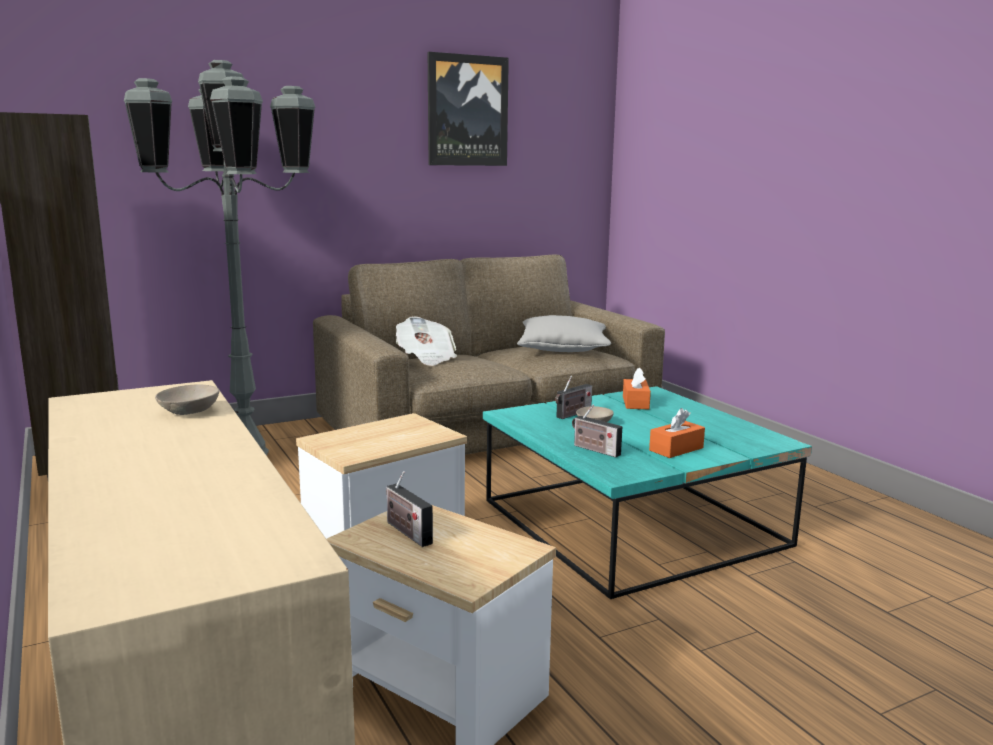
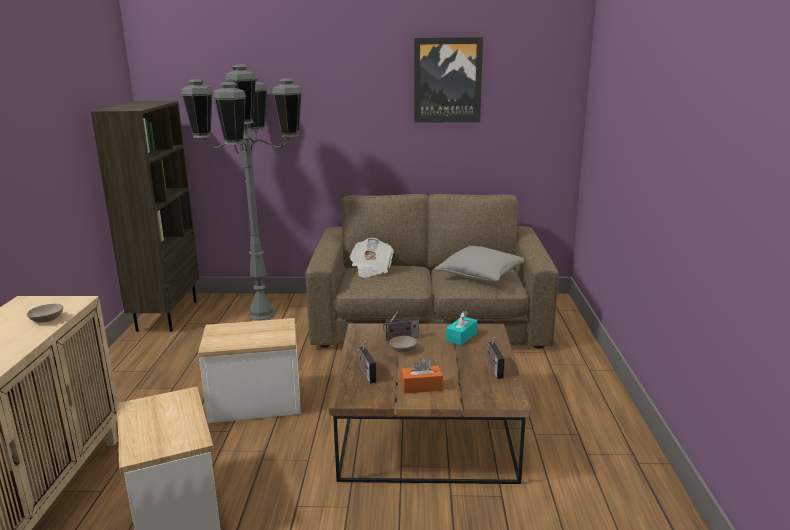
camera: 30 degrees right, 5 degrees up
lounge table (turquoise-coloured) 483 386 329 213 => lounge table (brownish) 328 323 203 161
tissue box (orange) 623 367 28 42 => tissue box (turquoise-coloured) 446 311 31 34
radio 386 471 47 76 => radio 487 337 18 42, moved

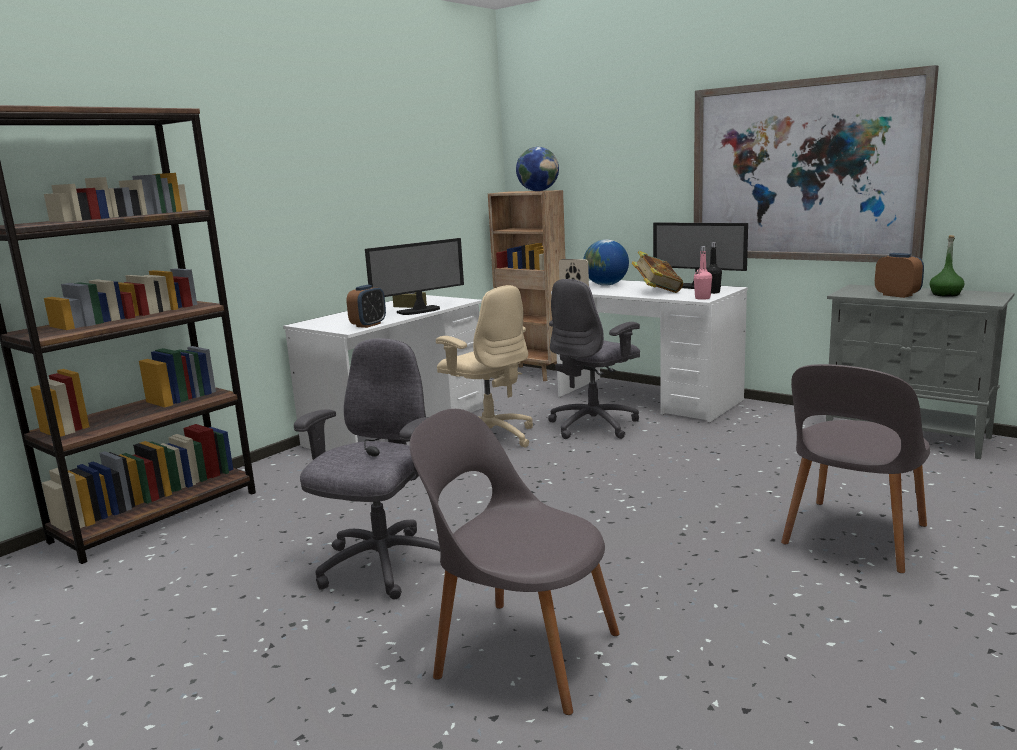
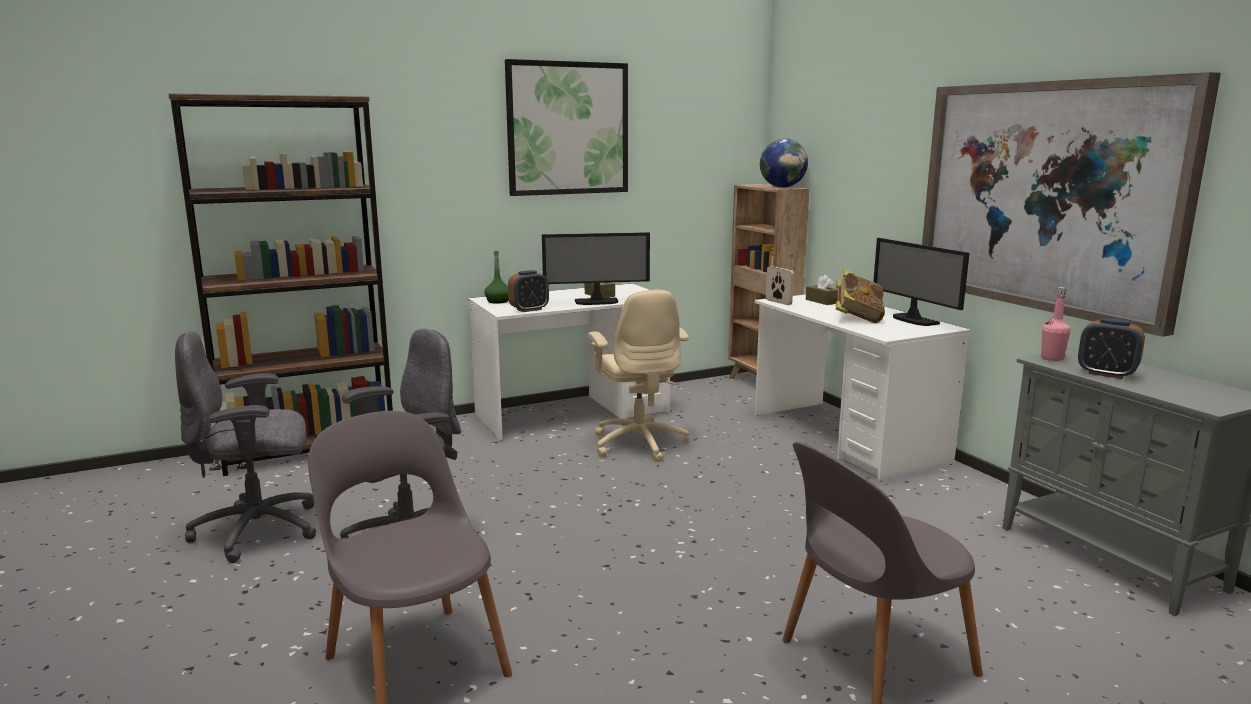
camera: 25 degrees right, 0 degrees up
computer chair (grey) 548 279 92 160 => computer chair (grey) 175 331 141 232, moved
bottle (green-coloured) 930 235 34 62 => bottle (green-coloured) 484 250 25 54, moved
nothing => wall picture 505 59 123 137
world globe 583 239 46 47 => tissue box (brownish) 806 275 32 30
bottle (pinkish) 694 246 18 54 => bottle (pinkish) 1041 287 30 74, moved
alarm clock 875 253 49 45 => alarm clock 1078 318 67 61, 135 degrees clockwise
bottle (blackish) 706 242 16 52 => nothing

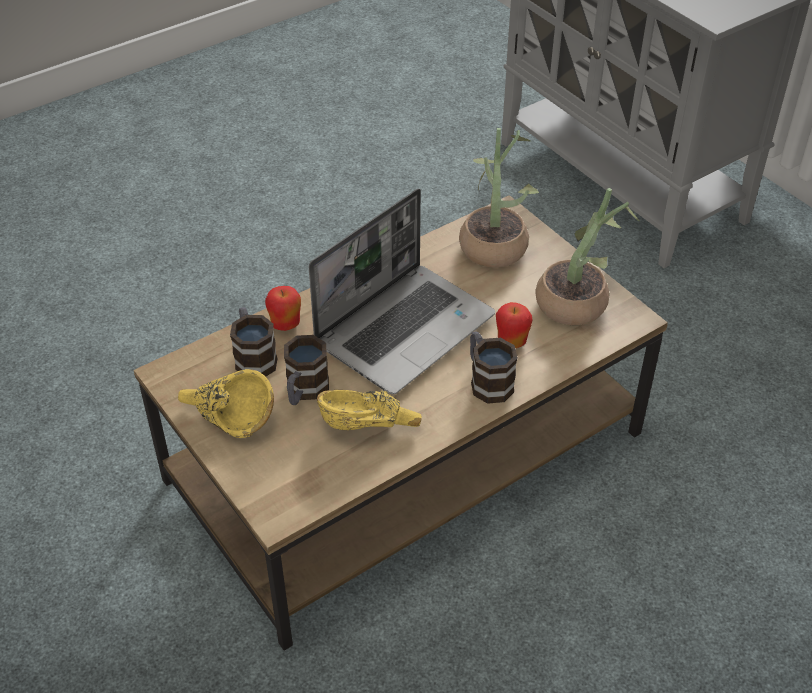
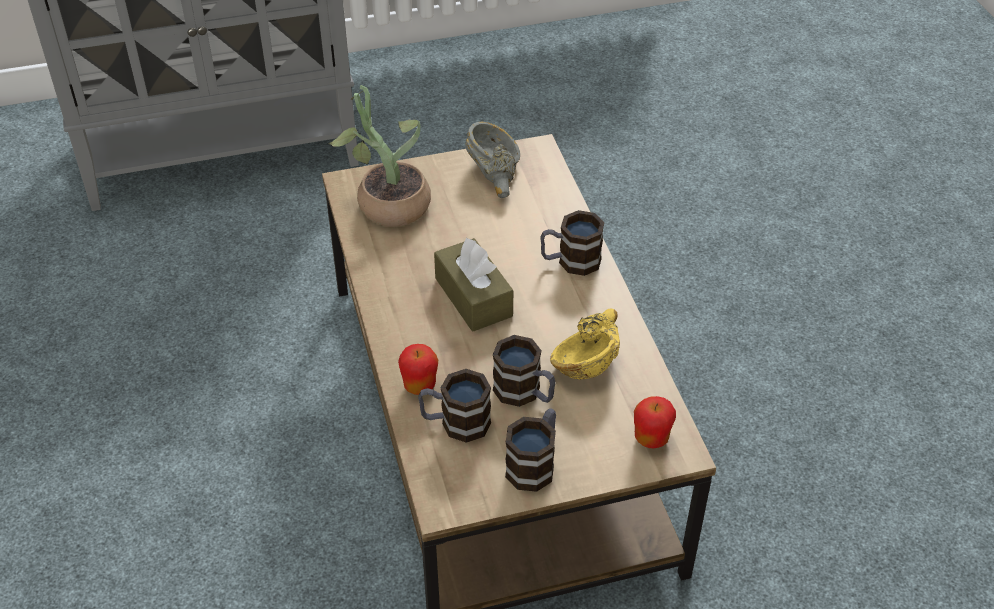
camera: 70 degrees left, 0 degrees up
laptop 309 188 186 206 => tissue box (brownish) 434 238 79 94
plant in a pot 535 188 104 137 => deep dish (grey) 466 122 54 76
deep dish (yellowish) 178 369 96 69 => mug 505 408 51 84
whole apple 496 302 37 46 => whole apple 634 396 42 52, moved

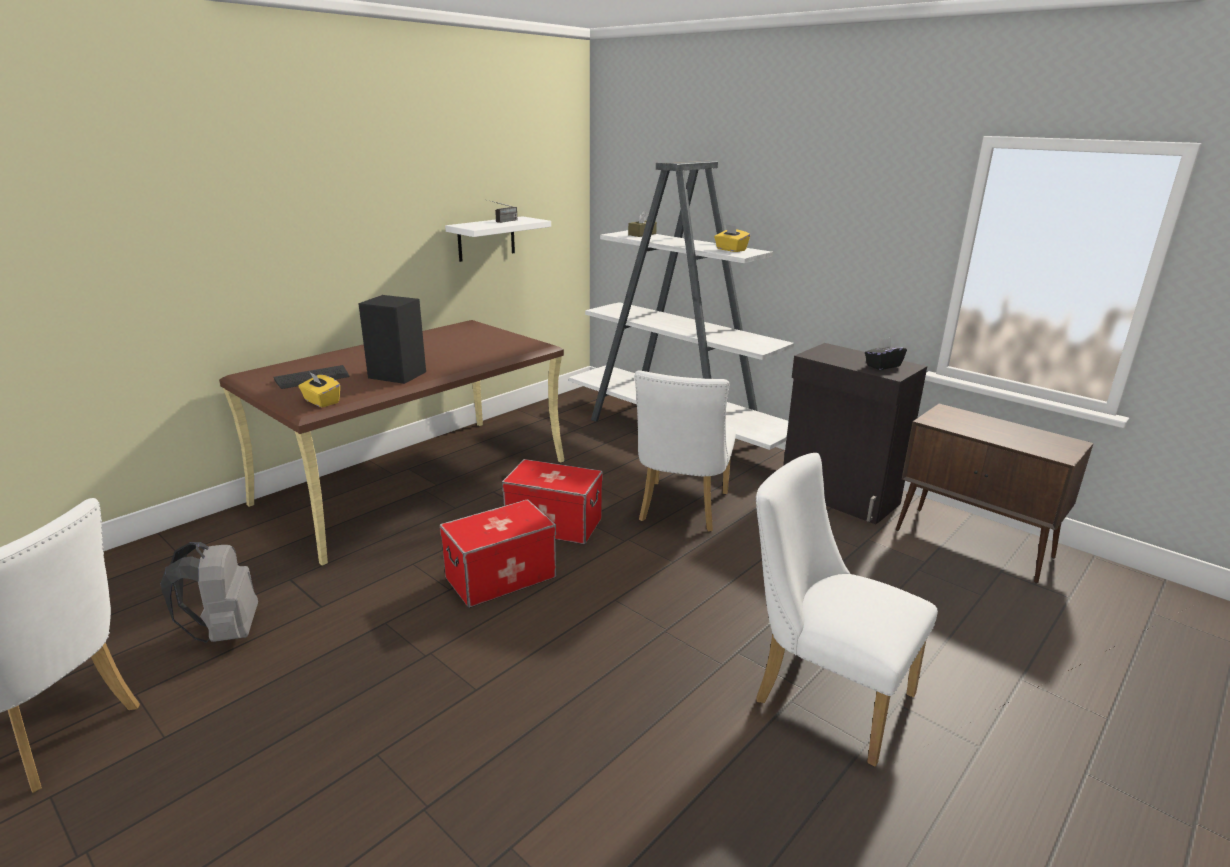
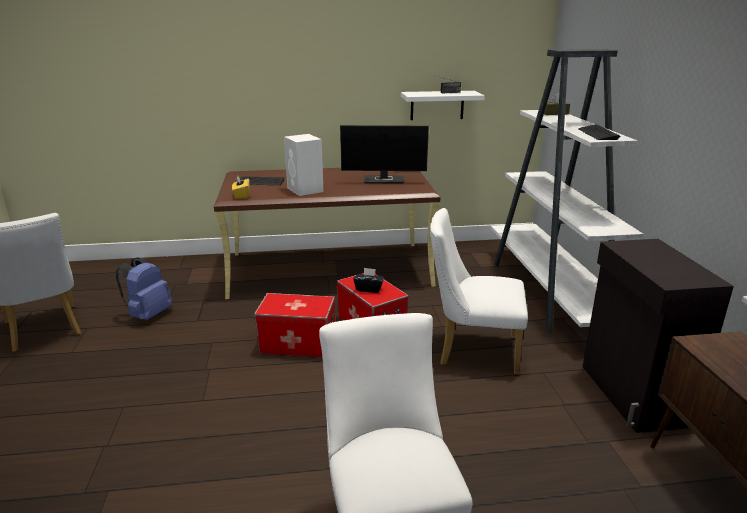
camera: 40 degrees right, 0 degrees up
backpack (grey) 161 542 97 101 => backpack (blue) 116 257 56 64
loudspeaker (blackish) 358 295 68 89 => loudspeaker (white) 284 134 40 62
nothing => monitor 340 125 89 59
tissue box (blackish) 865 338 42 32 => tissue box (blackish) 353 268 31 25, moved
upright chair (white) 635 370 101 162 => upright chair (white) 430 208 98 167, 45 degrees clockwise
tissue box (yellowish) 714 224 36 28 => PC keyboard 578 124 42 16

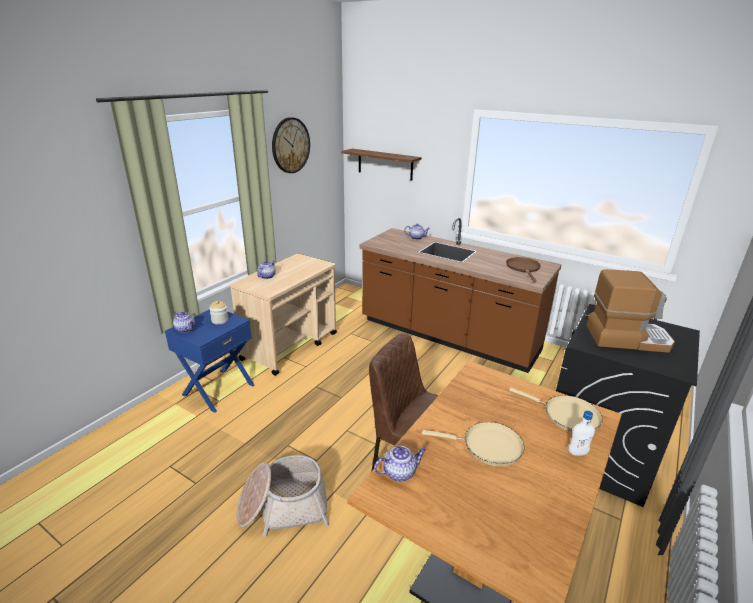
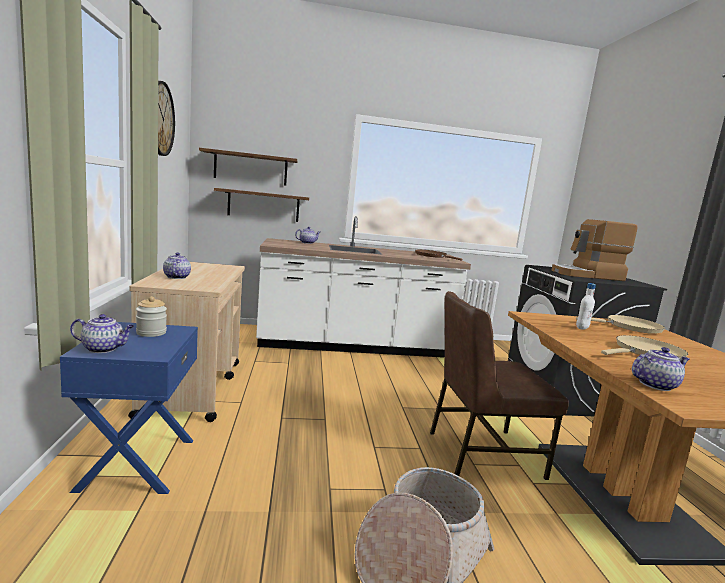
camera: 40 degrees left, 15 degrees down
nothing => wall shelf 214 188 95 34
counter (brownish) 360 218 202 155 => counter (white) 256 216 215 142
coffee maker 587 269 88 84 => coffee maker 551 219 86 62, 150 degrees counterclockwise
bottle (white) 568 411 27 45 => bottle (white) 576 283 20 47, moved
pot for tea 374 446 52 36 => pot for tea 632 347 58 44, 45 degrees clockwise

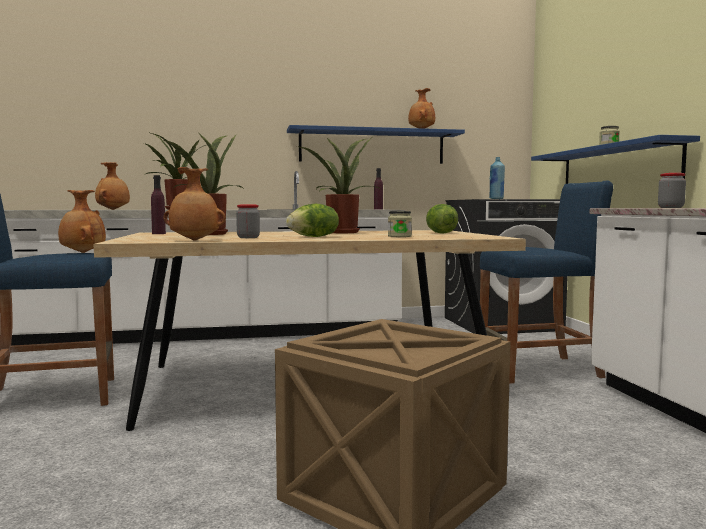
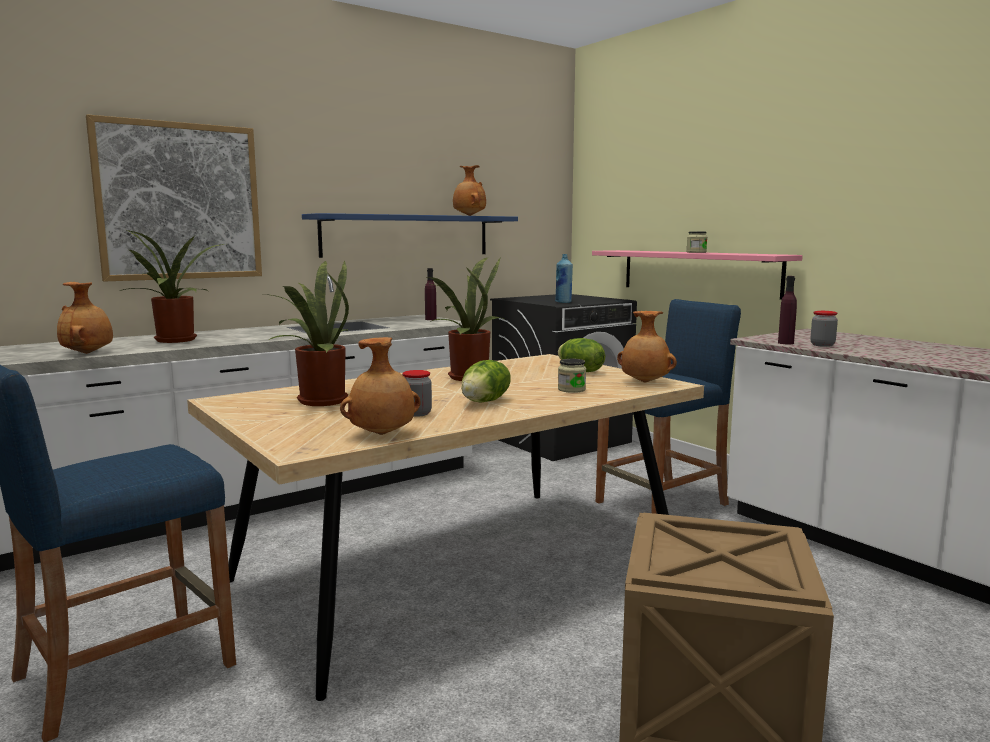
camera: 25 degrees left, 5 degrees up
nothing => wall picture 86 114 176 168
wall shelf (blue) 531 135 169 49 => wall shelf (pinkish) 592 250 211 50
decorative vase (brownish) 58 190 48 63 => decorative vase (brownish) 617 311 60 71, moved
bottle (purple) 151 175 15 59 => bottle (purple) 778 276 19 68, moved

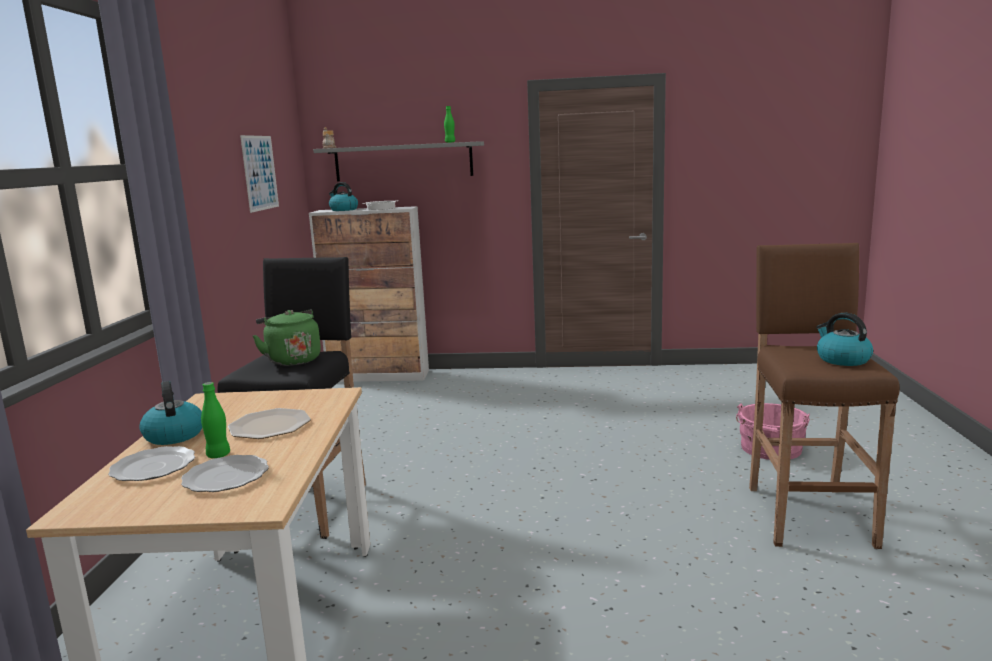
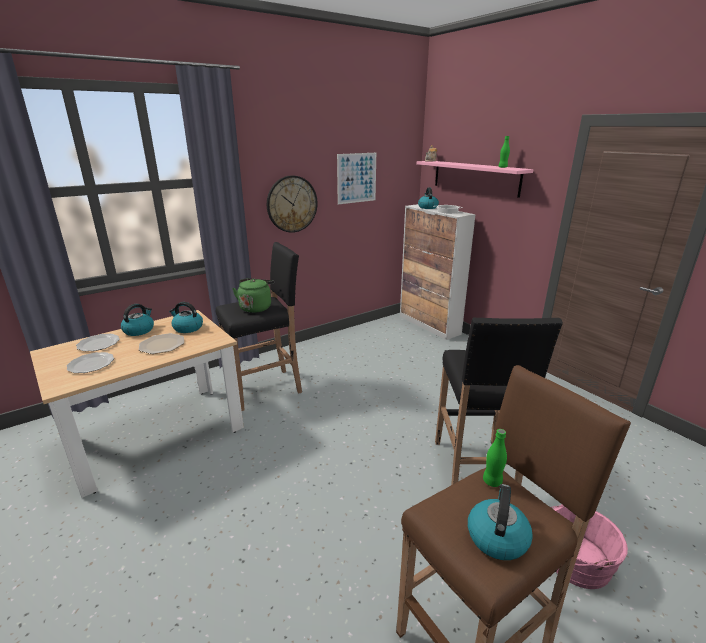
camera: 50 degrees right, 10 degrees up
nothing => tea kettle 169 302 34 31
nothing => clock on the wall 267 175 51 58
wall shelf (grey) 313 141 171 40 => wall shelf (pinkish) 416 161 117 37
nothing => stool (blackish) 435 317 128 168
bottle (green-coloured) 201 382 29 76 => bottle (green-coloured) 483 429 24 58, moved

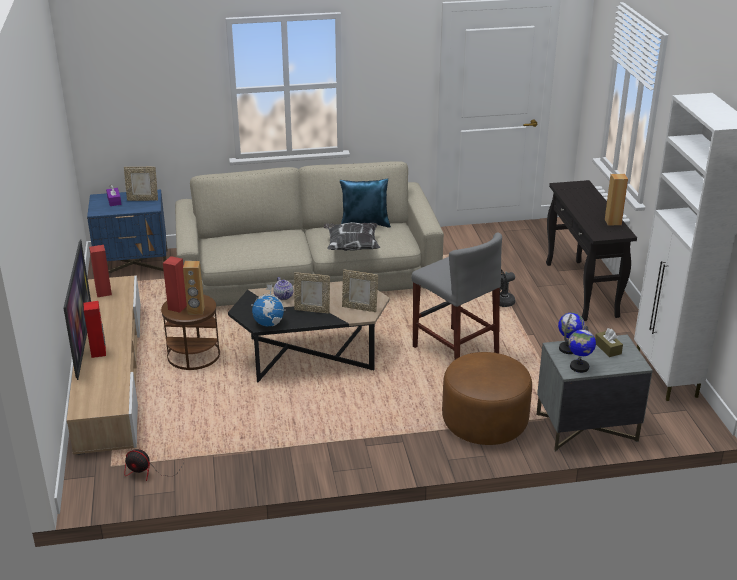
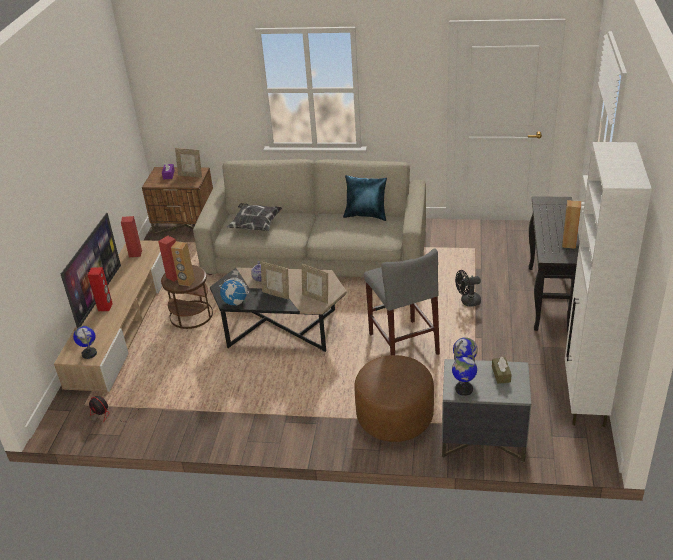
camera: 20 degrees right, 5 degrees up
nothing => world globe 73 326 24 33
nightstand (blue) 87 190 81 83 => nightstand (brownish) 142 167 71 69
pillow 324 222 56 29 => pillow 227 203 55 28, moved

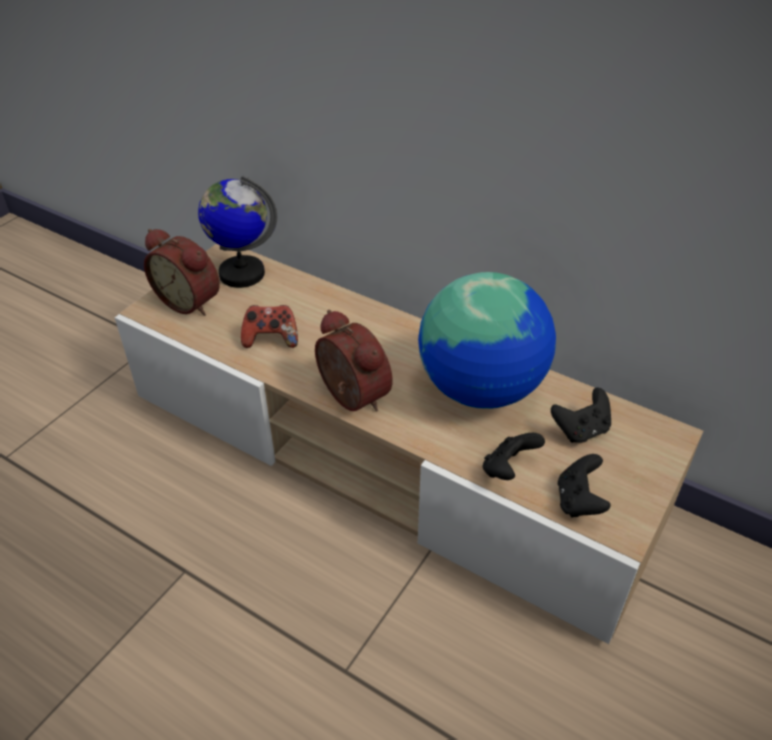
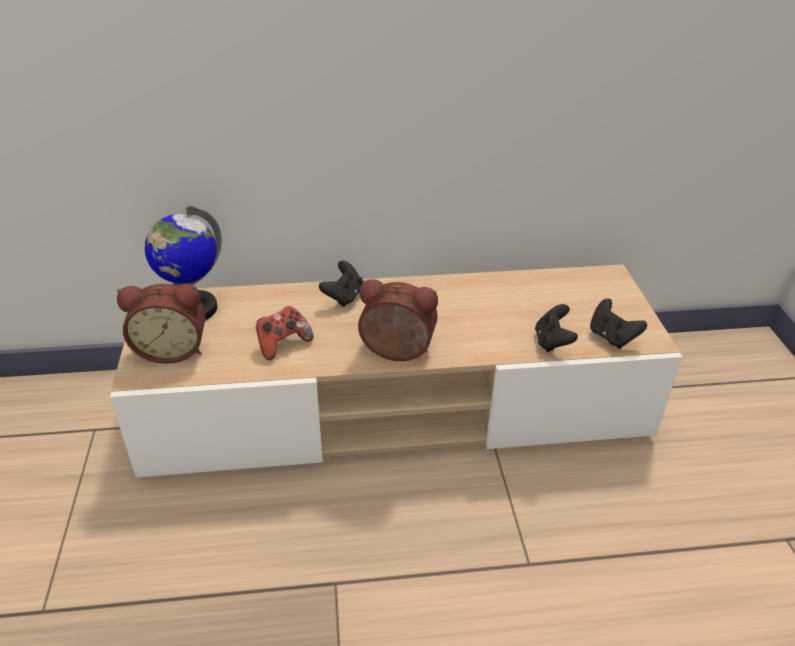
camera: 40 degrees left, 5 degrees down
joypad (blackish) 551 388 60 55 => joypad (blackish) 319 261 44 46, moved
world globe 418 272 138 137 => nothing

